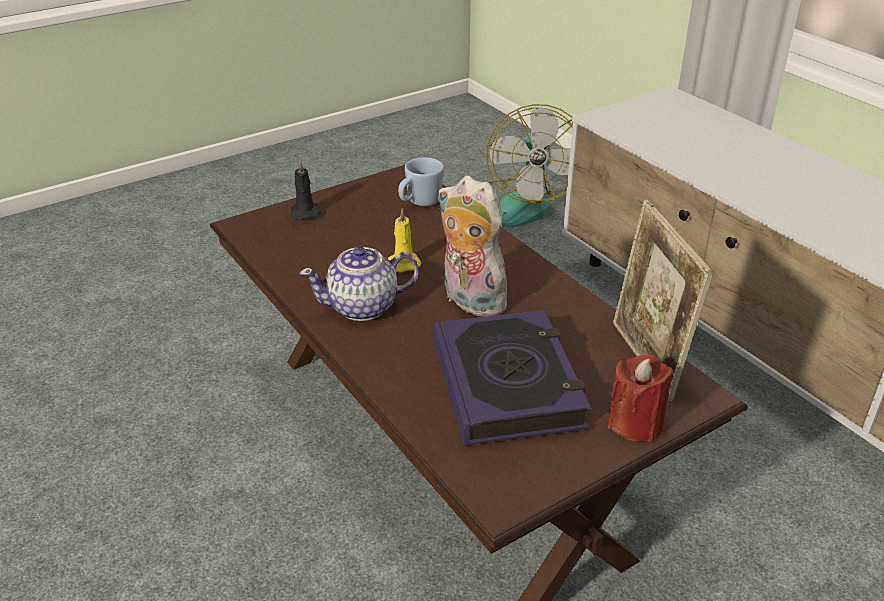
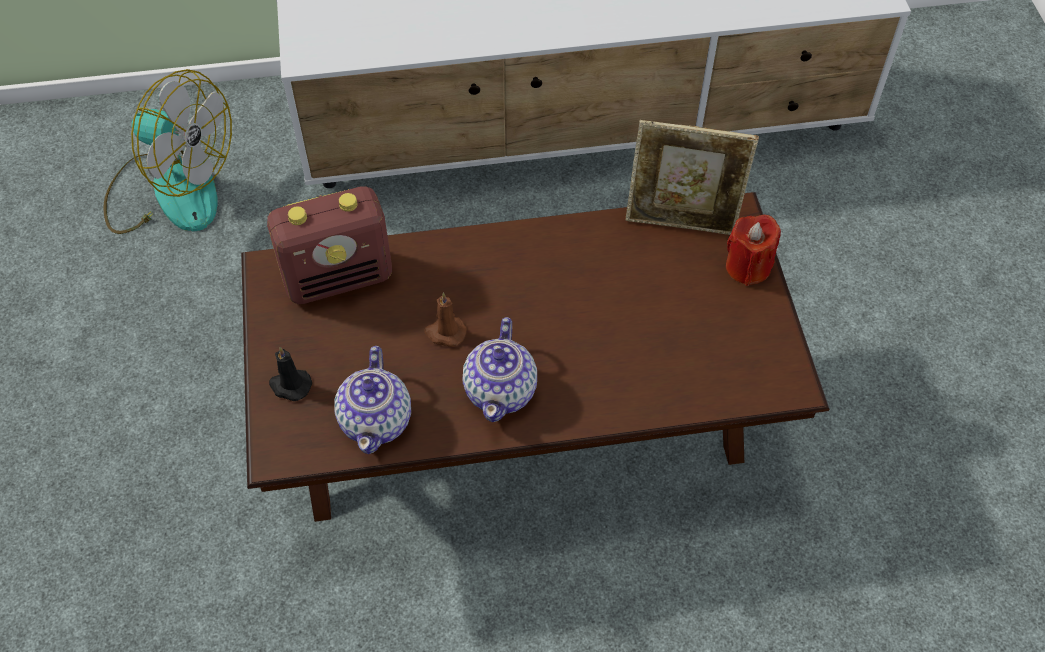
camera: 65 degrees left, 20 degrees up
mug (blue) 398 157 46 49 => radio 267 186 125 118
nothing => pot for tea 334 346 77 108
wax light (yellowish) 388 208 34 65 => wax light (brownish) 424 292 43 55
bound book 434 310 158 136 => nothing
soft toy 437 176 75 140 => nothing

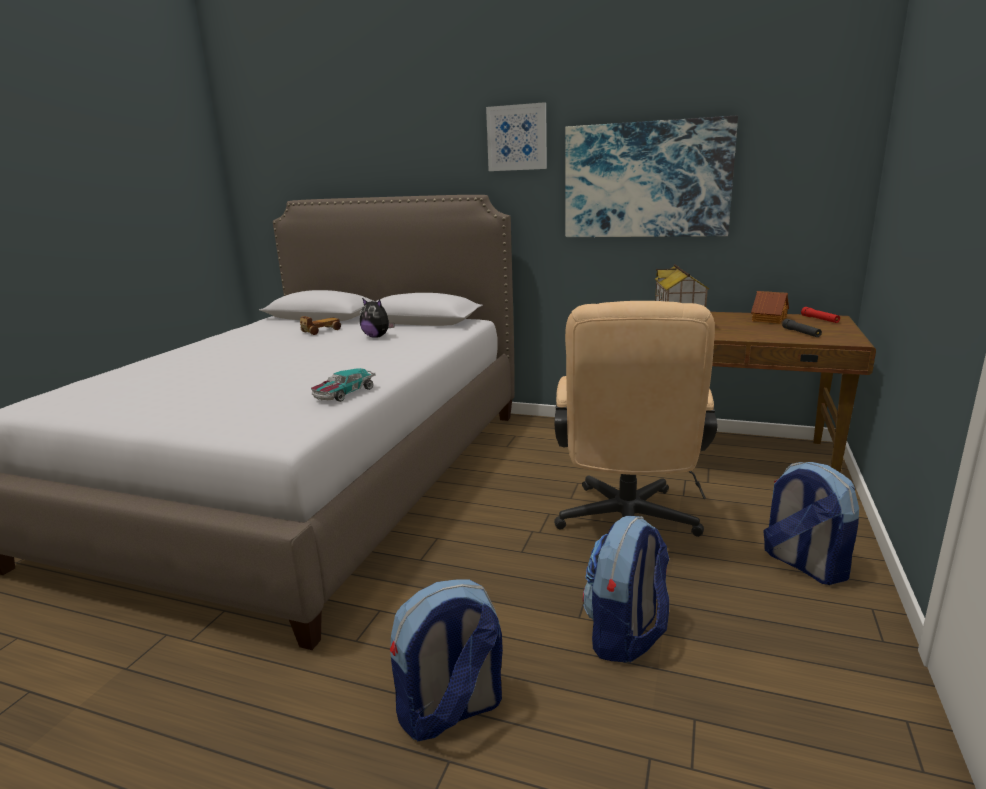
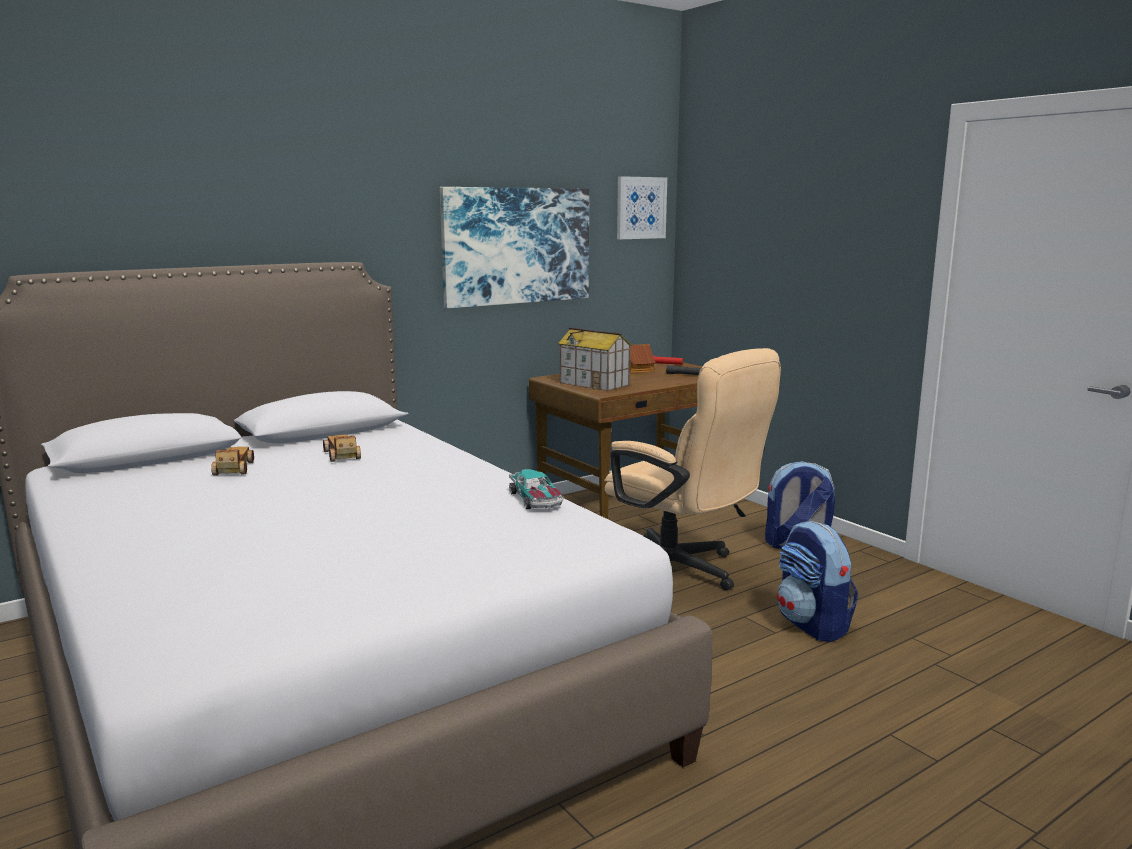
camera: 55 degrees left, 5 degrees down
soft toy 360 298 34 40 => miniature car 323 434 38 28
wall picture 486 102 61 69 => wall picture 617 176 50 63, moved
backpack 390 579 113 163 => nothing

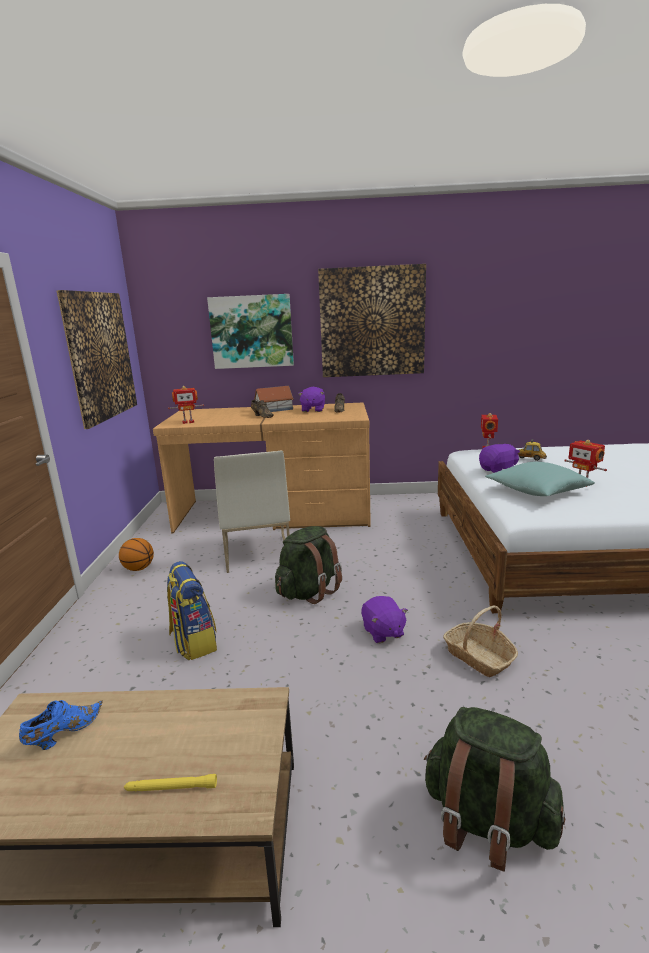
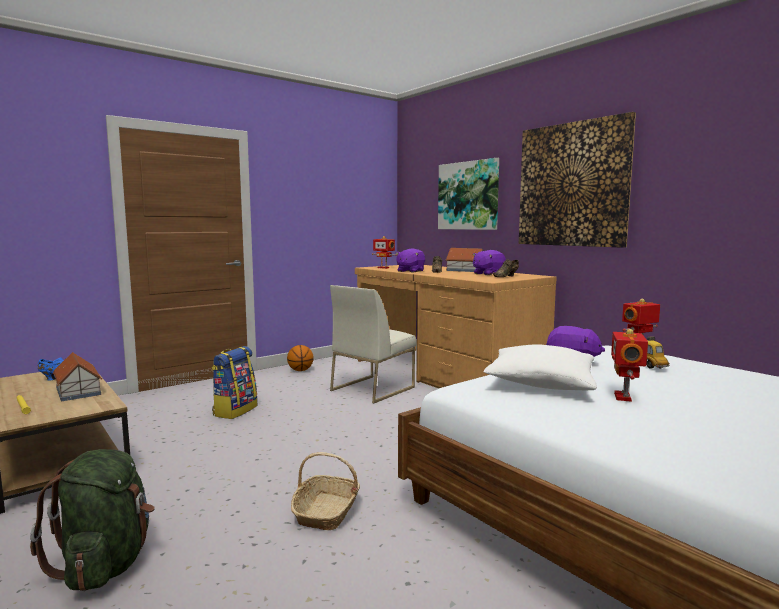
camera: 50 degrees right, 10 degrees down
nothing => miniature house 53 352 49 49
soft toy (purple) 361 596 47 47 => soft toy (purple) 396 248 29 24, moved
pillow (turquoise-coloured) 485 462 110 34 => pillow (white) 483 344 114 46
wall picture 56 290 81 139 => nothing
backpack (green-coloured) 275 526 67 78 => nothing

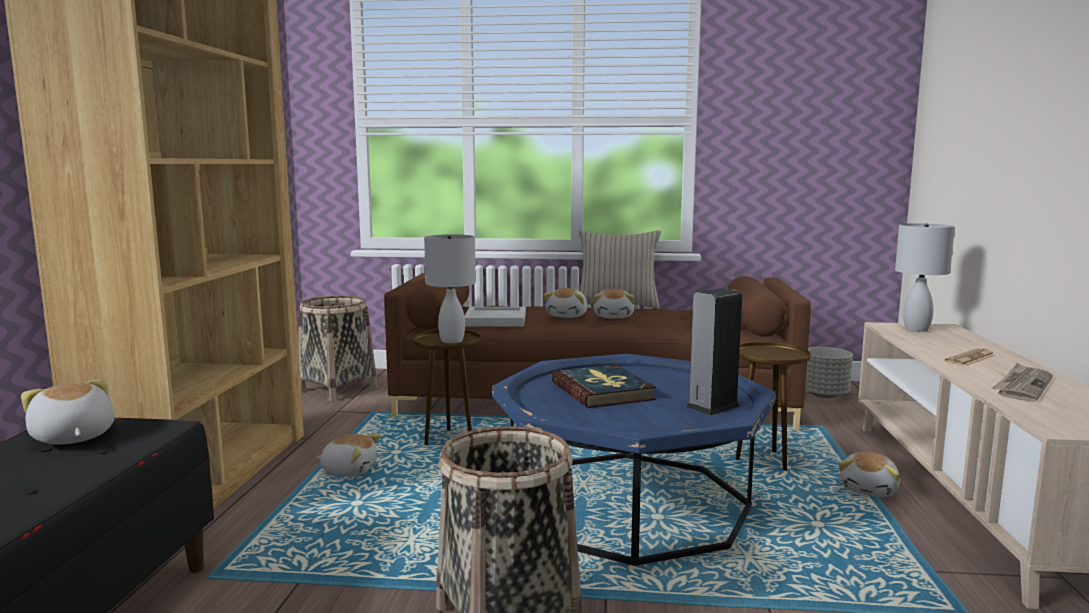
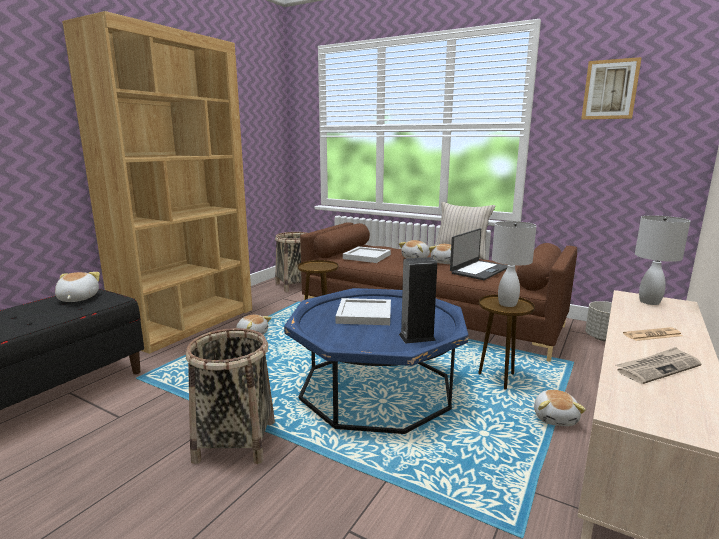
camera: 25 degrees right, 5 degrees up
bound book 551 364 105 44 => tray (white) 336 298 55 27
nothing => laptop 450 228 58 52
tabletop lamp (white) 424 235 52 108 => tabletop lamp (white) 492 221 45 86, moved
soft toy 839 452 61 45 => soft toy 534 390 52 36, 45 degrees counterclockwise
nothing => wall picture 581 57 61 63

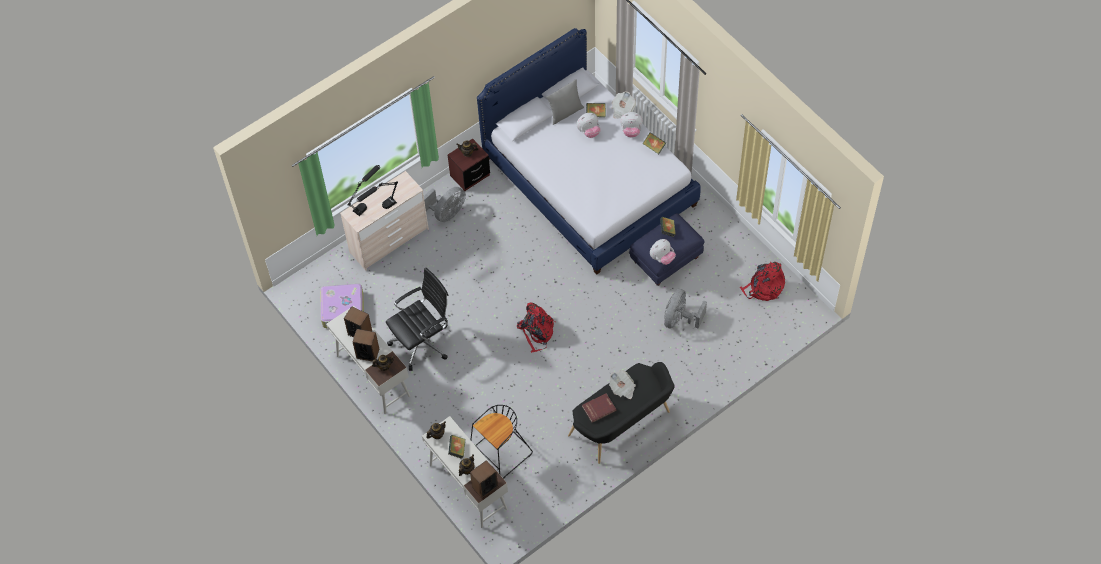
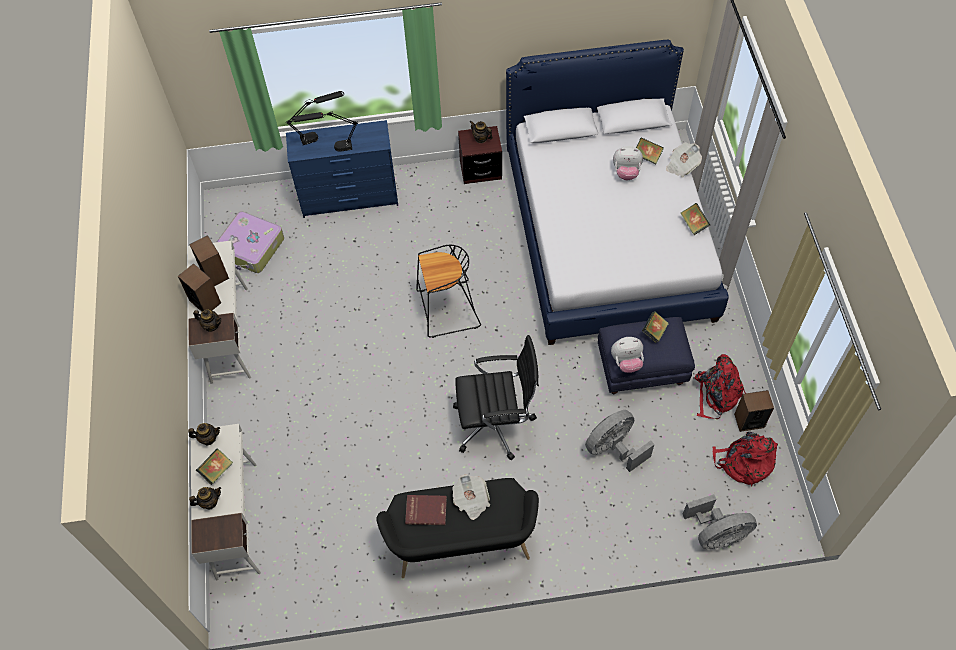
camera: 30 degrees right, 0 degrees up
chest of drawers (sand-coloured) 340 171 89 100 => chest of drawers (blue) 286 120 112 98
stool (blackish) 470 405 63 74 => stool (blackish) 416 245 65 93, moved
computer chair (blackish) 386 268 63 103 => computer chair (blackish) 453 335 86 125, moved
fan (grey) 424 187 42 35 => fan (grey) 683 494 74 55, moved
backpack (reddish) 517 303 38 50 => backpack (reddish) 695 354 51 65, moved
loudspeaker 470 460 28 38 => loudspeaker 734 390 40 42, moved
pillow (grey) 546 79 38 46 => nothing
soft toy 620 112 23 26 => nothing

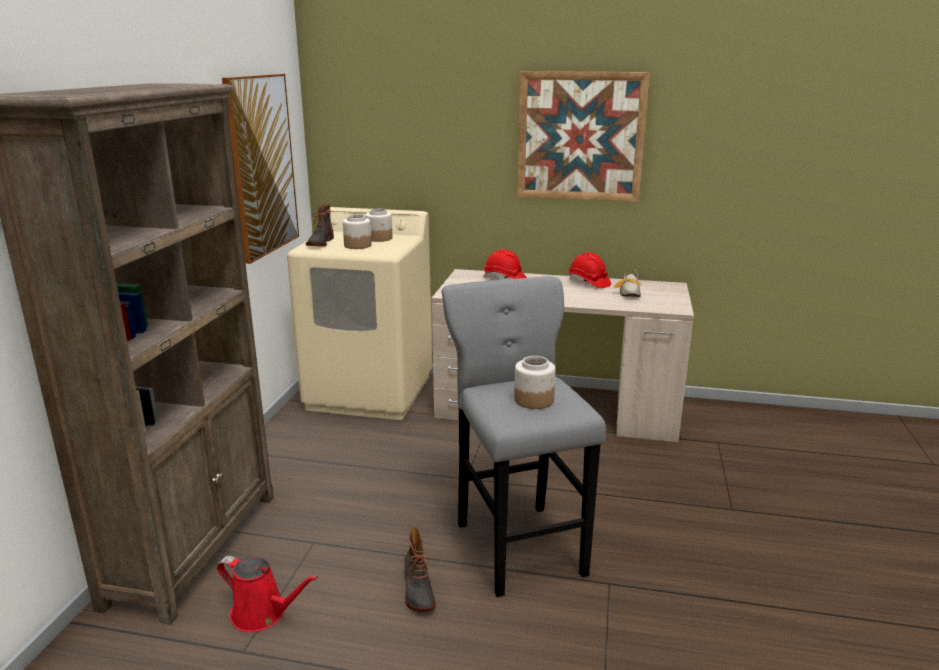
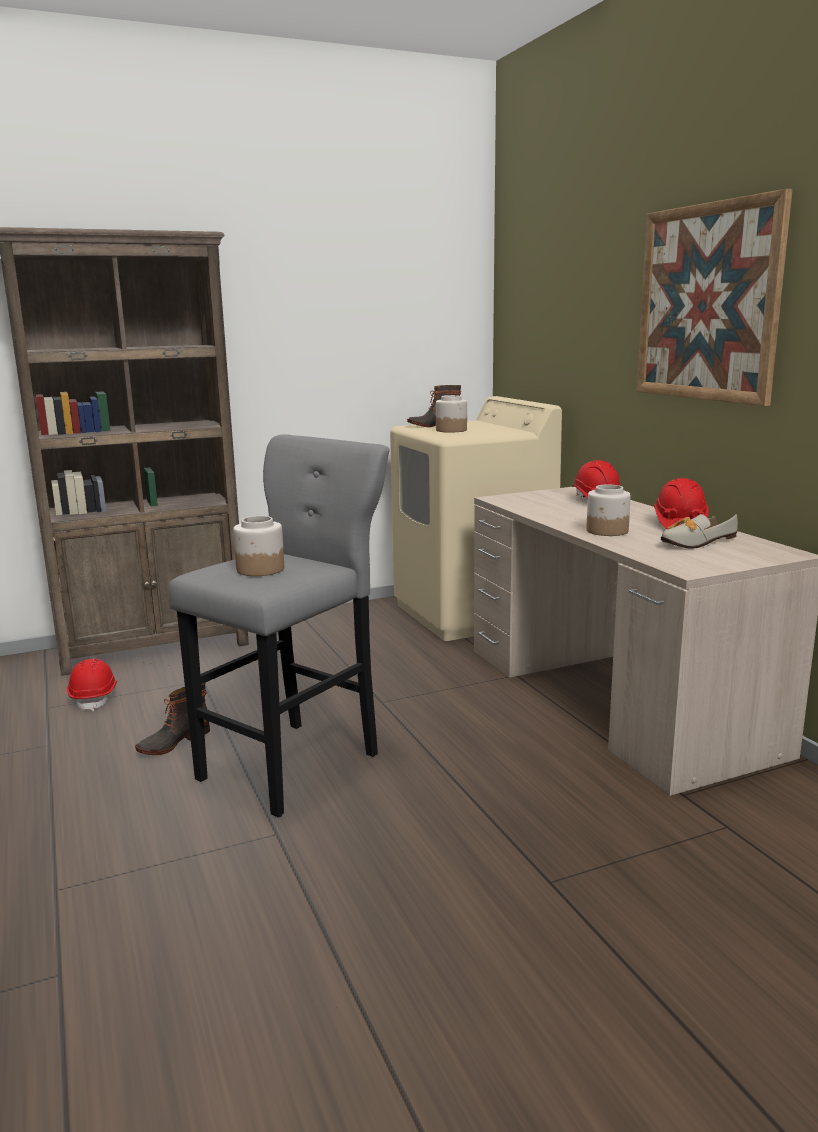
camera: 55 degrees right, 5 degrees down
sprinkling can (reddish) 217 556 101 76 => work helmet (reddish) 67 659 50 52
jar 365 209 27 33 => jar 586 485 45 51, moved
wall picture 222 74 77 190 => nothing

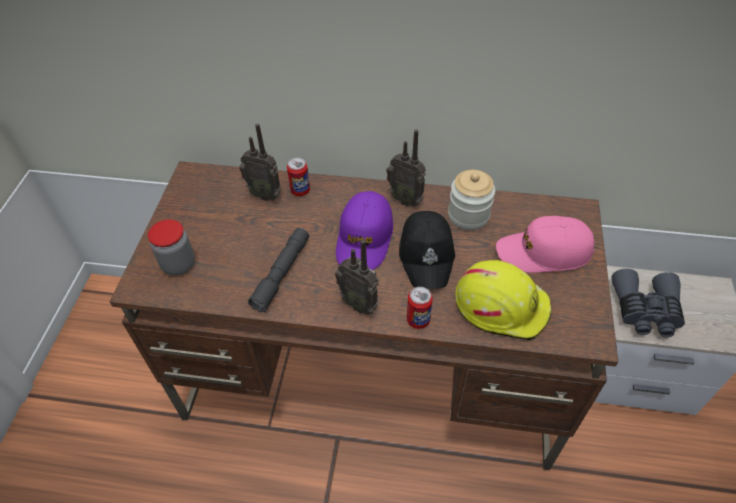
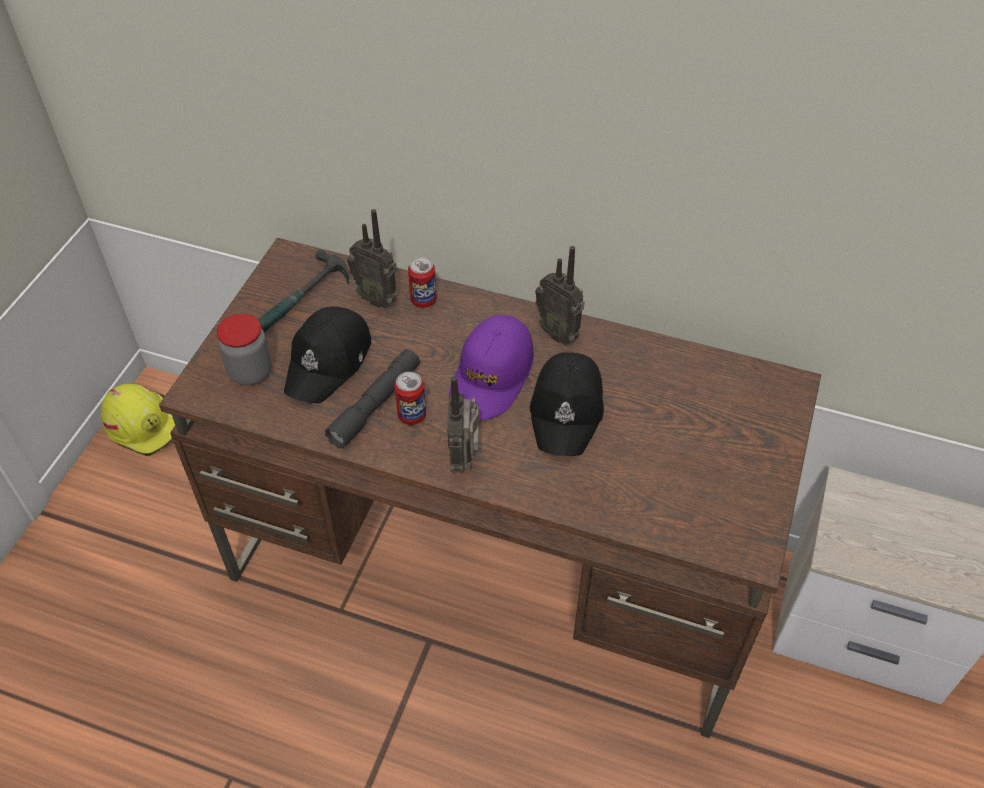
camera: 10 degrees right, 0 degrees up
work helmet (yellowish) 455 260 97 81 => work helmet (yellowish) 101 384 74 72, moved
nothing => tool hammer 258 250 91 83
nothing => cap (blackish) 284 306 87 97
sealed can 407 287 26 42 => sealed can 394 372 32 53, moved
radio 335 240 43 75 => radio 447 376 32 97, 45 degrees clockwise
jar 448 170 47 60 => nothing
cap (pinkish) 496 216 98 57 => nothing
pair of binoculars (grey) 611 269 74 68 => nothing

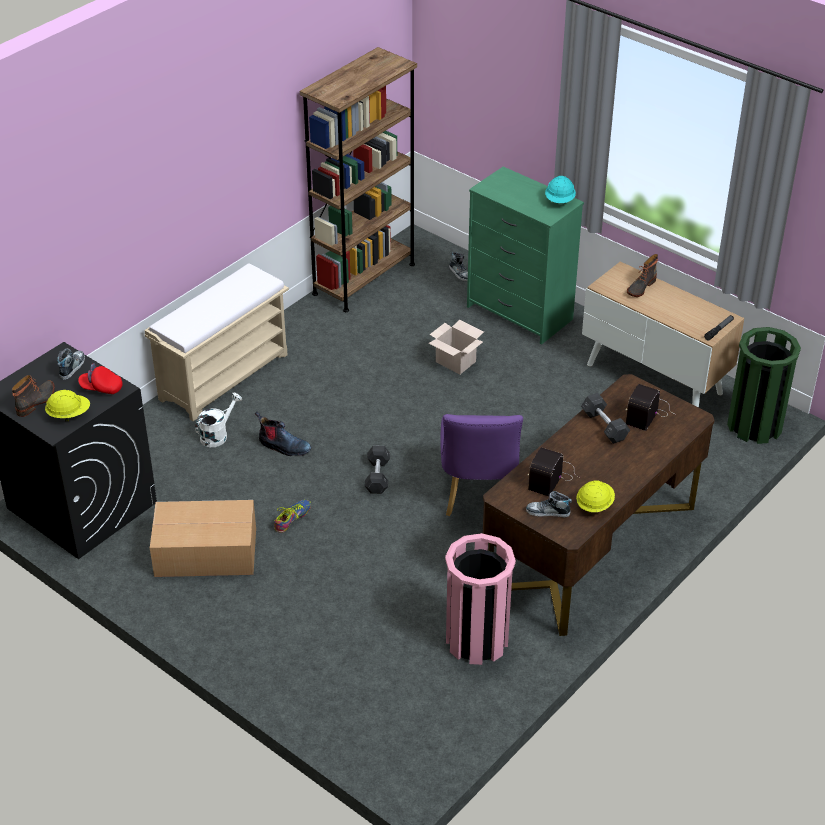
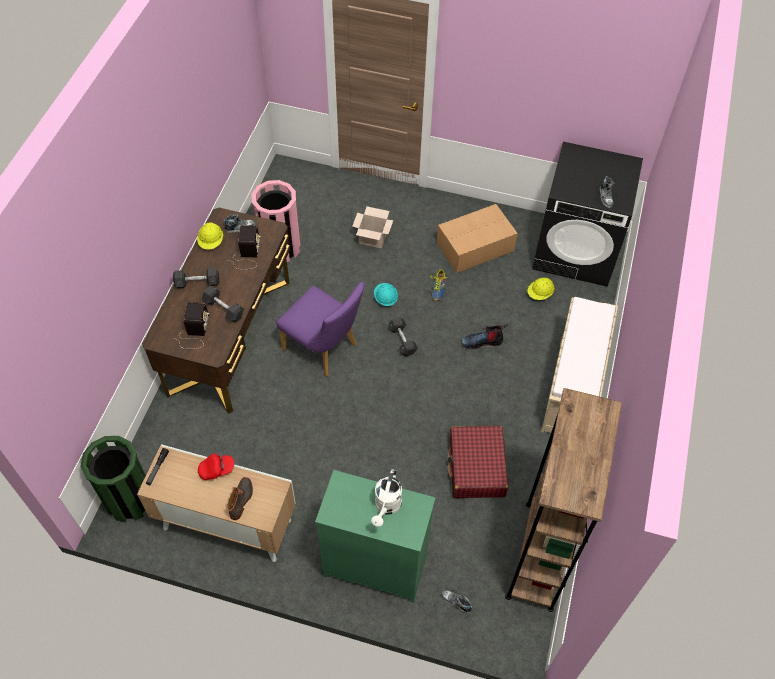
camera: 155 degrees right, 15 degrees up
nothing => hand weight (grey) 173 268 46 20
cap (reddish) 78 363 45 31 => cap (reddish) 198 453 36 28, moved
upright chair (purple) 441 414 82 102 => upright chair (purple) 276 282 89 94, 150 degrees clockwise
carton 429 320 55 54 => carton 352 206 41 42, moved
sprinkling can (white) 195 393 47 54 => sprinkling can (white) 371 469 31 58, moved
work helmet (turquoise-coloured) 545 176 31 27 => work helmet (turquoise-coloured) 374 283 24 23, moved
nothing => travel case (reddish) 448 426 60 72
work helmet (yellowish) 45 390 45 32 => work helmet (yellowish) 527 278 27 22, moved
tall boot 12 375 43 42 => nothing

